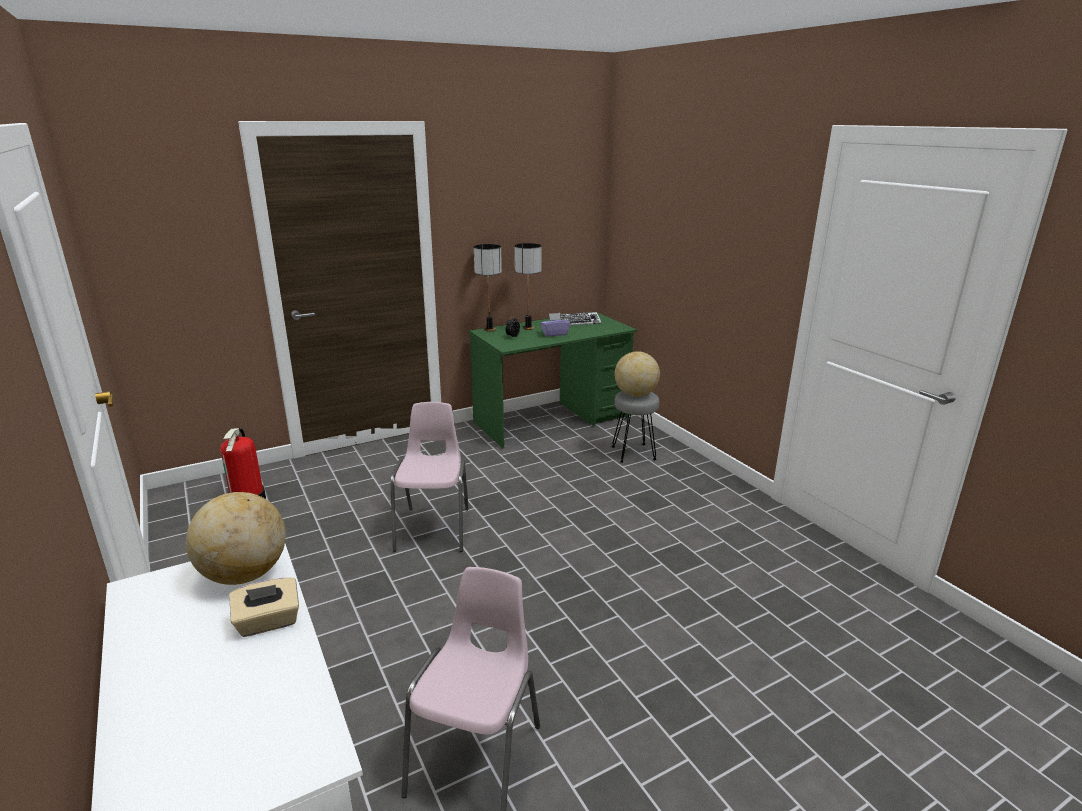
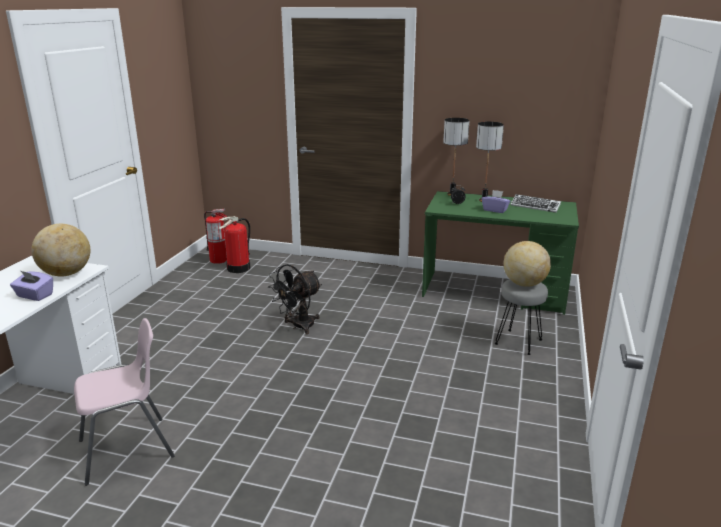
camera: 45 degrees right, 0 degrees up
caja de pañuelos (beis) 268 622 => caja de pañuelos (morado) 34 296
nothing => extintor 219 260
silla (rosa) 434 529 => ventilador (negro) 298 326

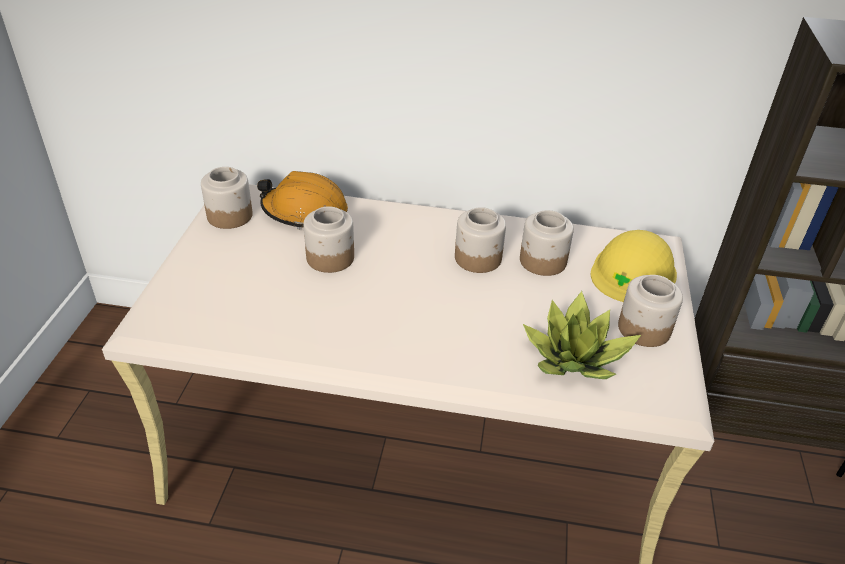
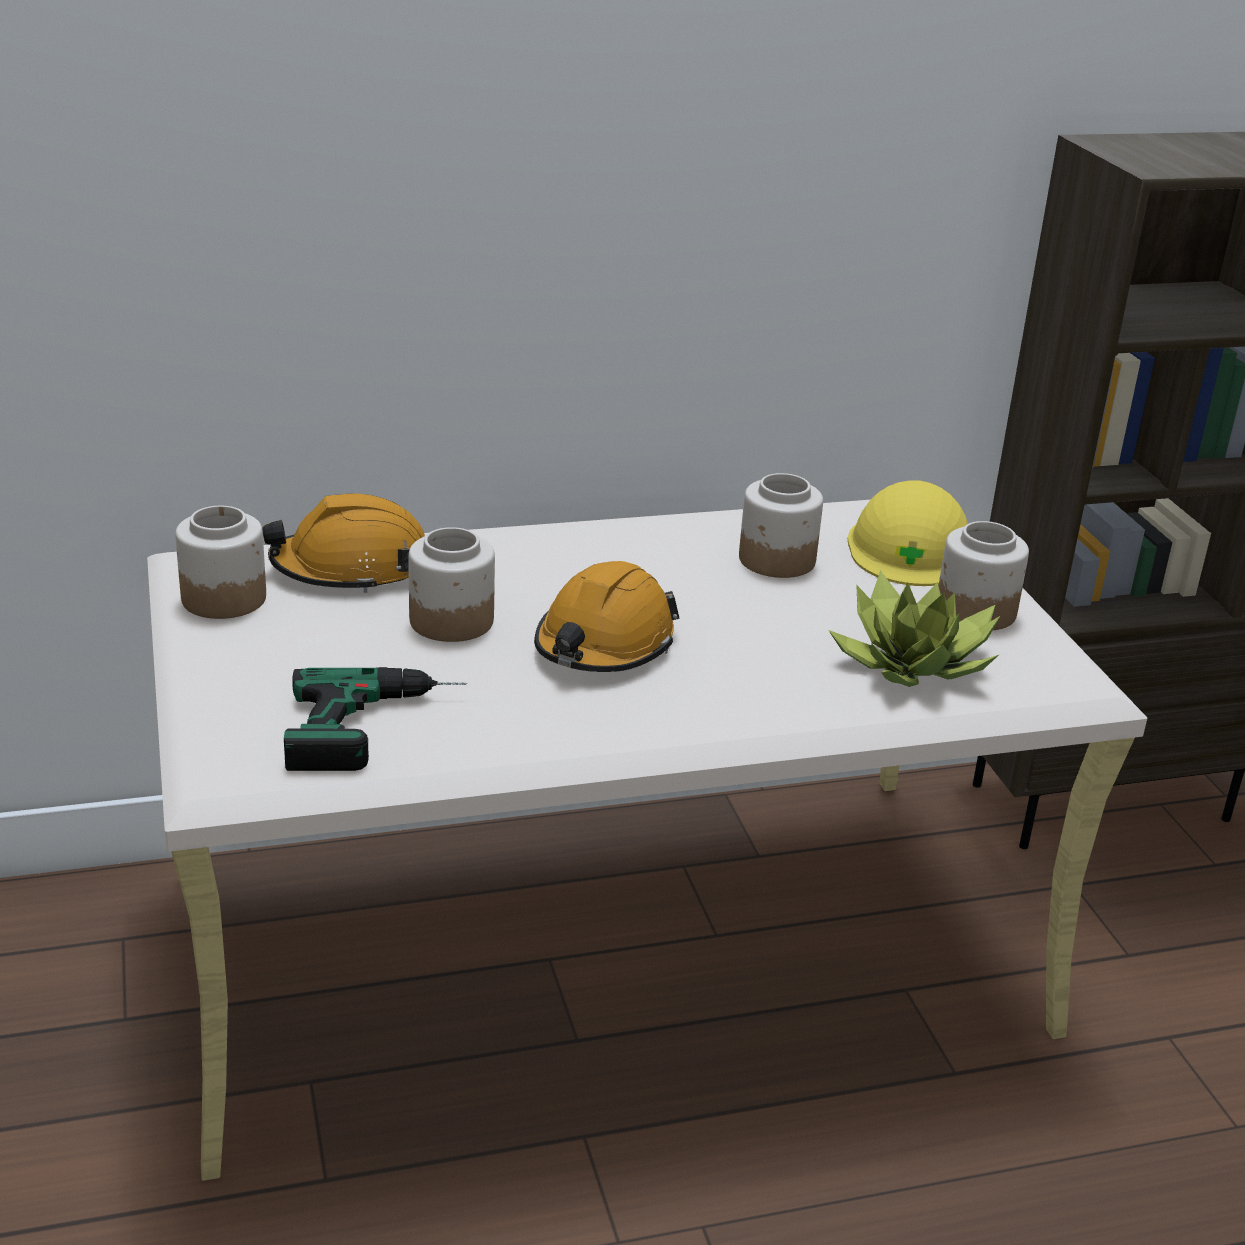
camera: 25 degrees left, 10 degrees down
nothing => taladro 377 727
nothing => casco (naranja) 604 645
tarro 478 258 => nothing

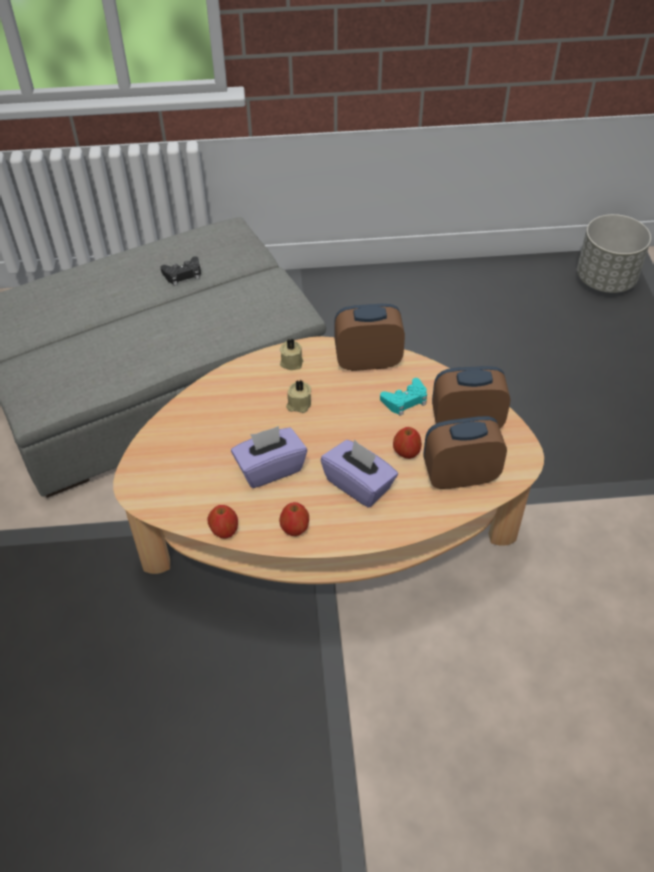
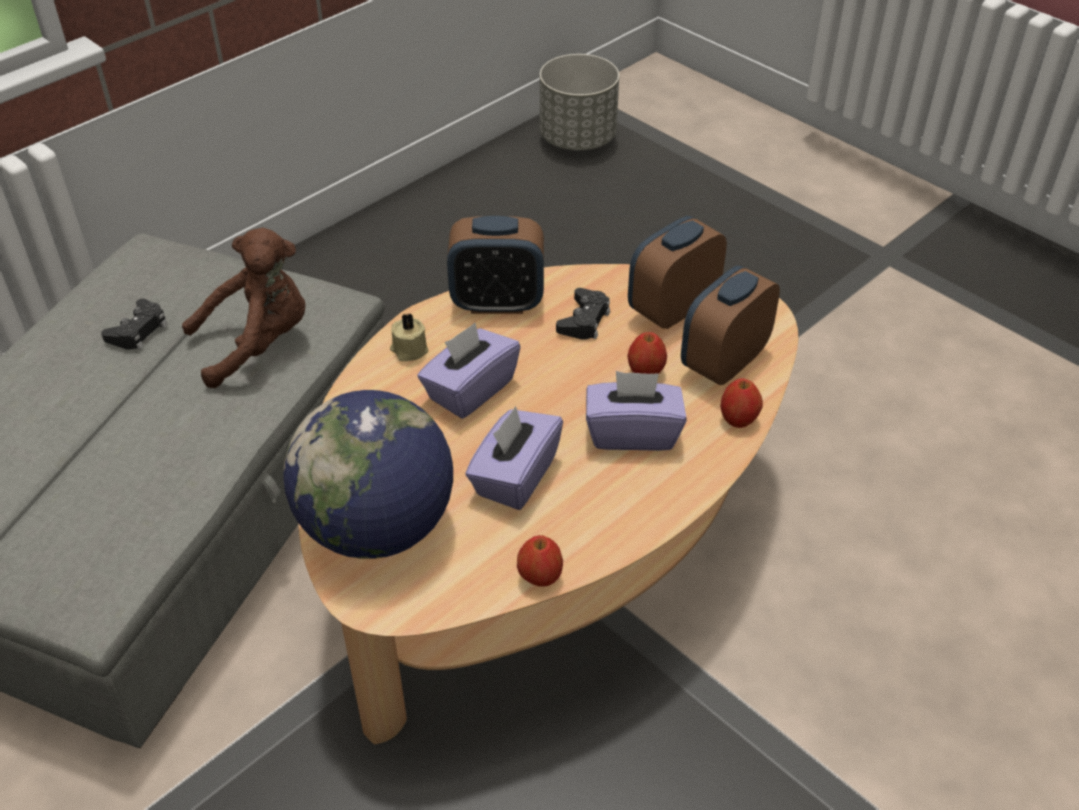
camera: 40 degrees left, 5 degrees down
nothing => peluche (marrón) 258 343
nothing => globo terráqueo 377 527
vela (beis) 298 404 => caja de pañuelos (morado) 470 390
despertador 367 361 => despertador 497 302, 135 degrees counterclockwise
mando de consola (turquesa) 405 400 => mando de consola (negro) 584 320
manzana 295 529 => manzana 738 419, moved

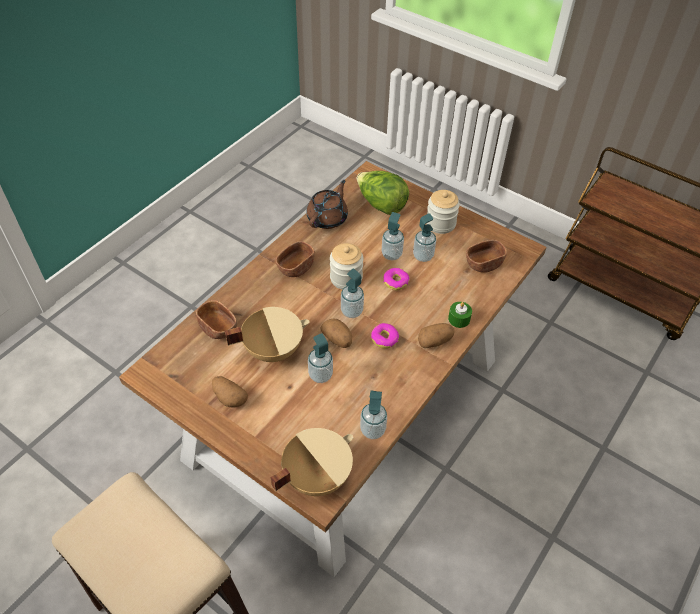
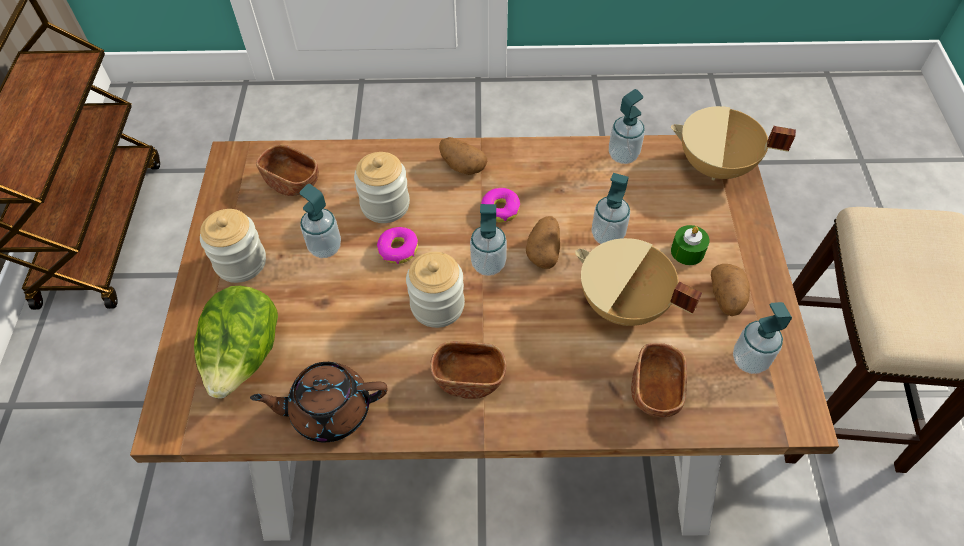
camera: 125 degrees left, 5 degrees up
nothing => tarro 385 205
vela (verde) 459 319 => vela (verde) 687 251, moved
dispensador de jabón 391 254 => dispensador de jabón 749 360, moved

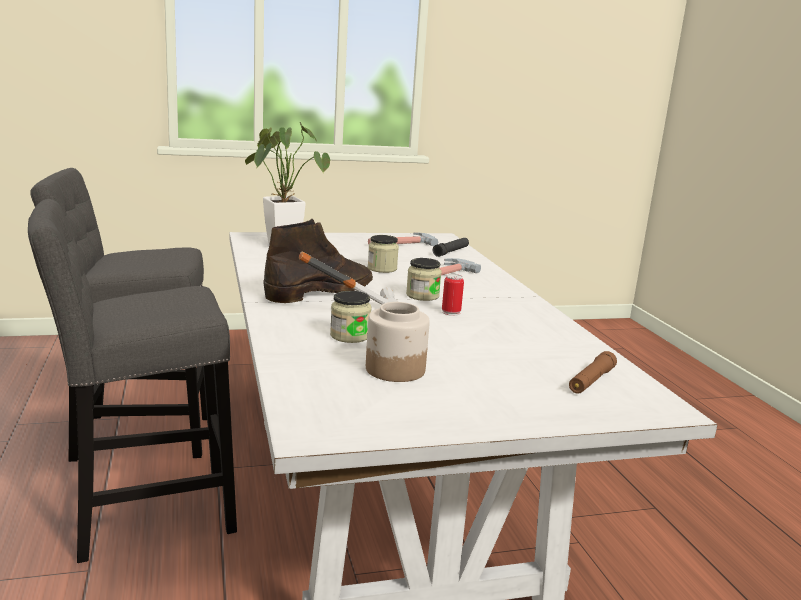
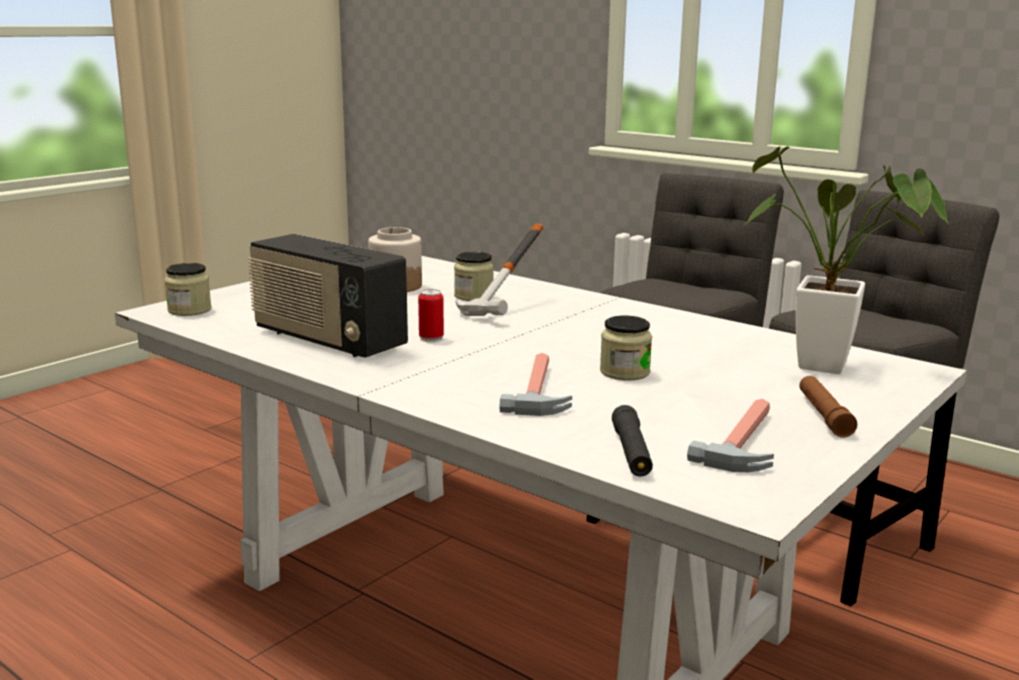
camera: 145 degrees right, 0 degrees up
tarro 422 295 => tarro 189 310, moved
nothing => radio 327 340
linterna (marrón) 591 381 => linterna (marrón) 824 415, moved
bota (marrón) 321 291 => nothing

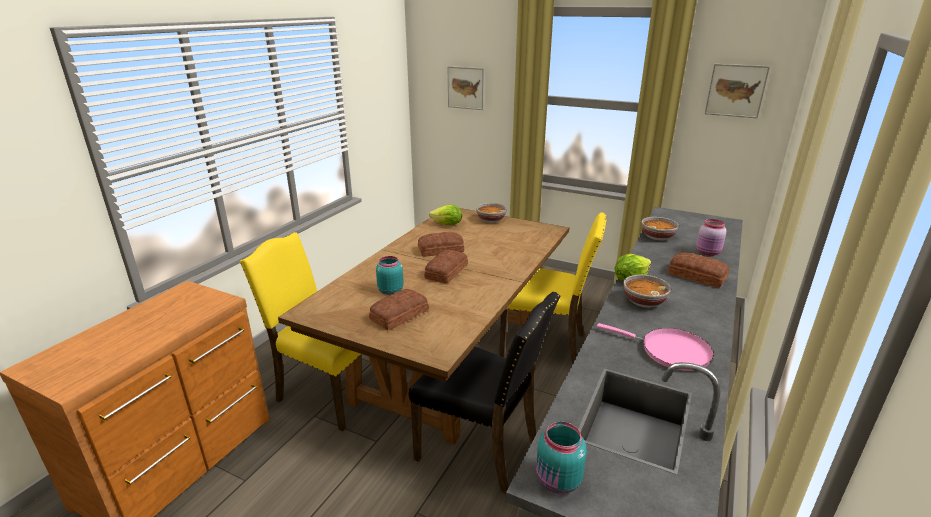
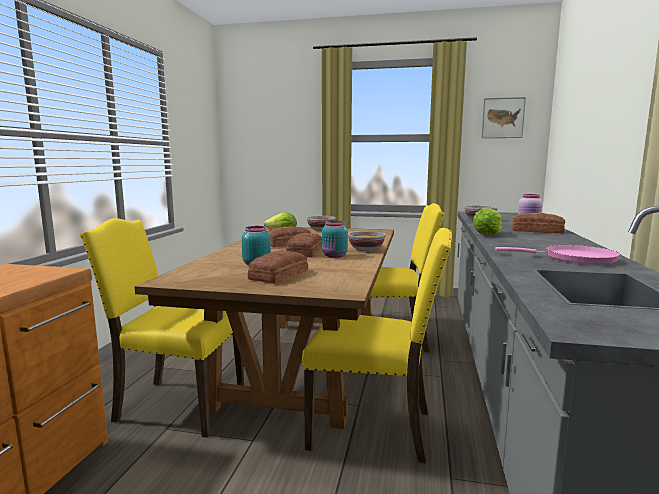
camera: 15 degrees left, 15 degrees down
silla (negro) 481 449 => silla (amarillo) 374 428
tarro (turquesa) 558 481 => tarro (turquesa) 334 256, moved
cuenco 643 301 => cuenco 365 249, moved
cuadro 466 88 => nothing

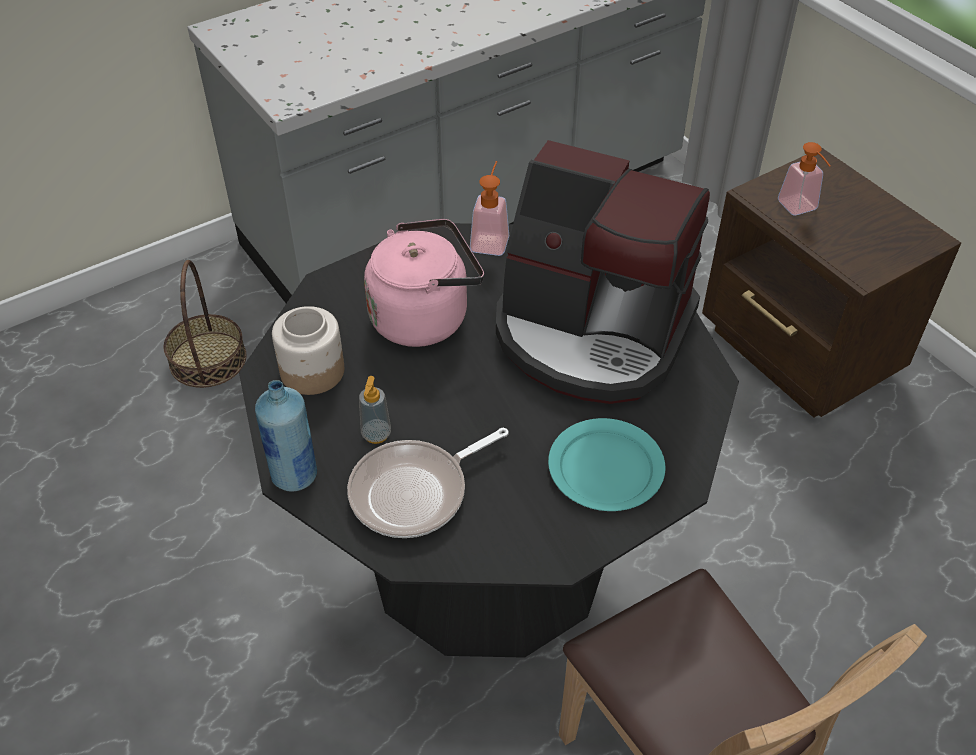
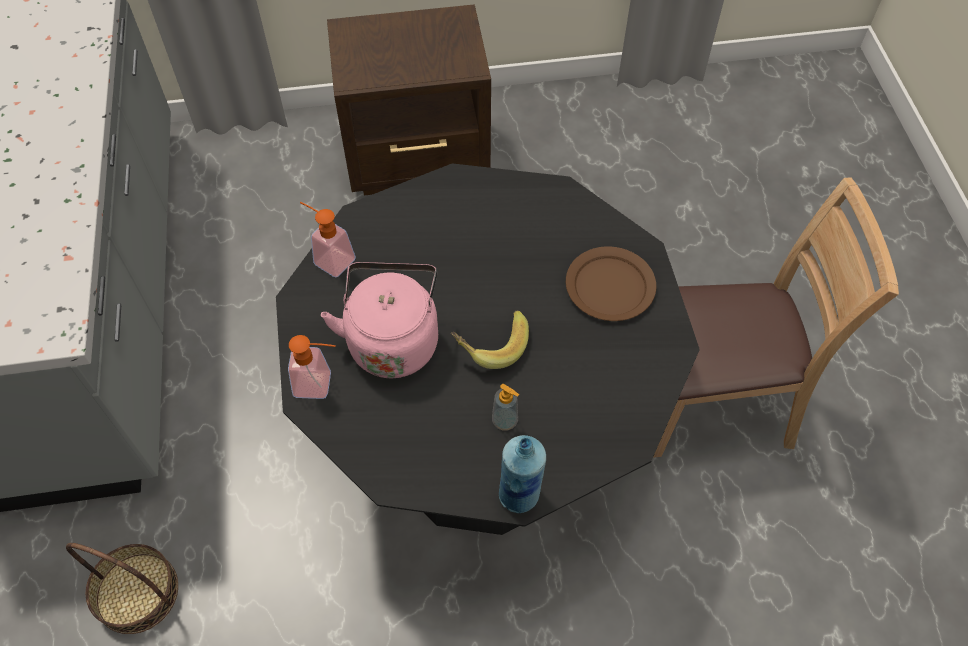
camera: 65 degrees left, 10 degrees up
dispensador de jabón 801 209 => dispensador de jabón 320 384, moved
nothing => plátano 490 344
plato (turquesa) 605 469 => plato (marrón) 610 287
tarro 312 372 => nothing
sartén 415 492 => nothing
cafetera 592 333 => nothing

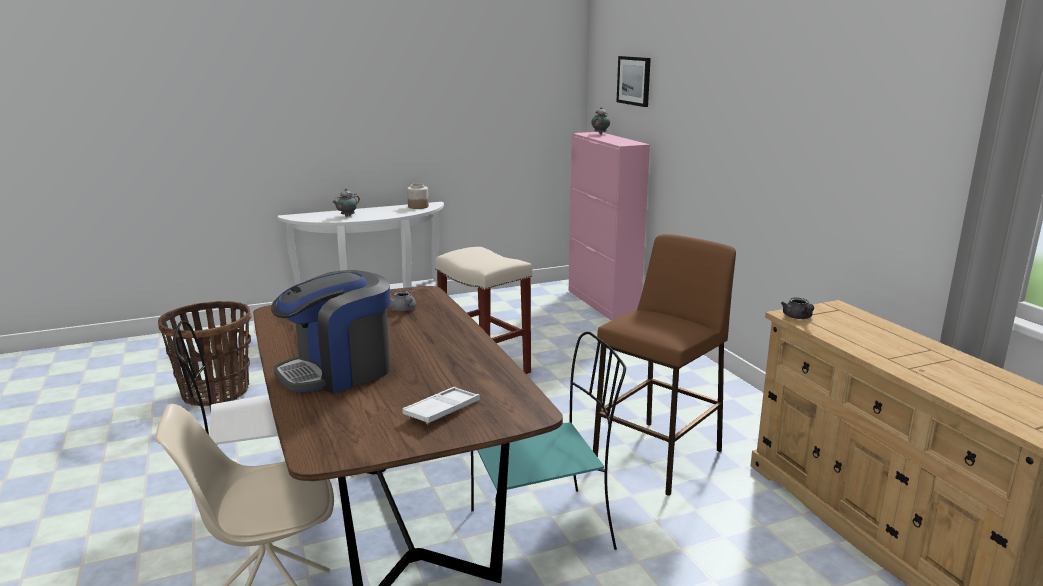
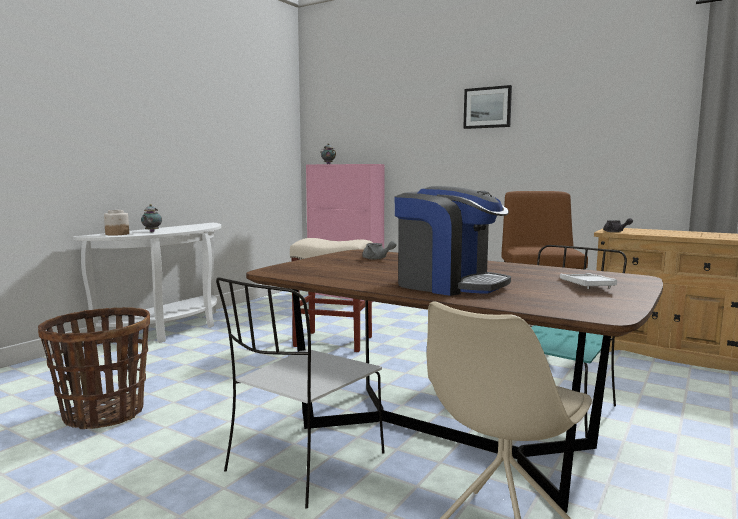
camera: 35 degrees left, 10 degrees down
tarro 418 206 => tarro 117 234, moved
cafetera 338 371 => cafetera 448 285, 75 degrees counterclockwise
cuadro 634 80 => cuadro 487 107, moved

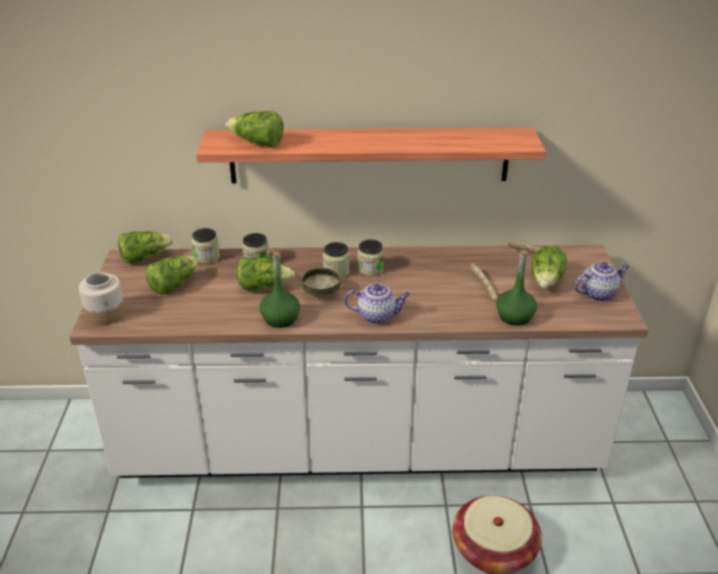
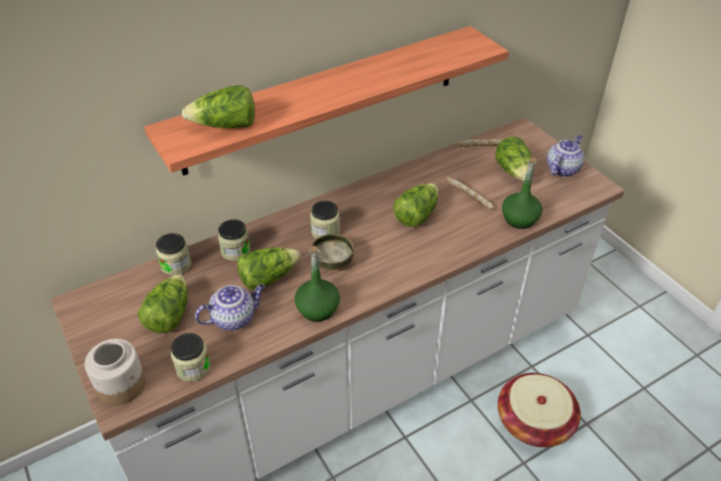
camera: 30 degrees left, 10 degrees up
tarro 370 269 => tarro 193 368, moved
tetera 377 316 => tetera 234 318, moved
lechuga 145 257 => lechuga 416 214, moved

